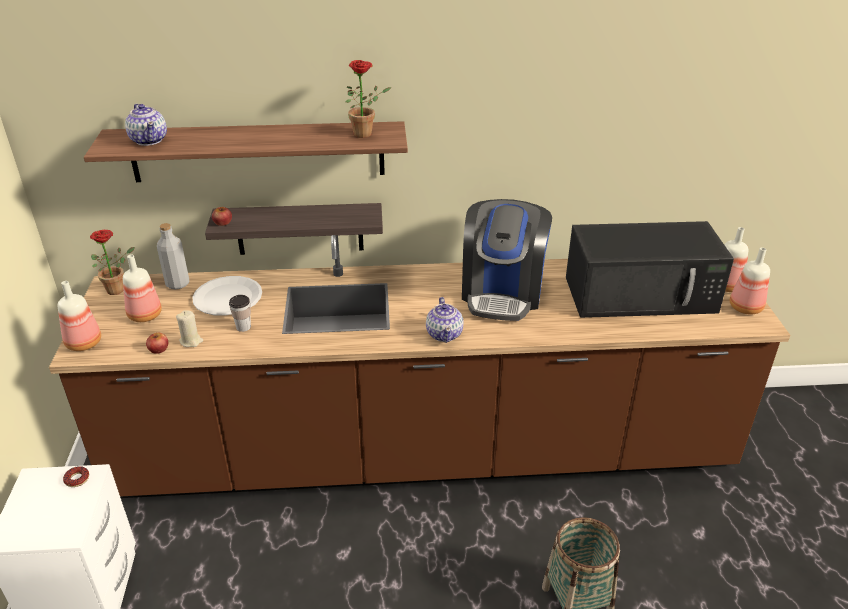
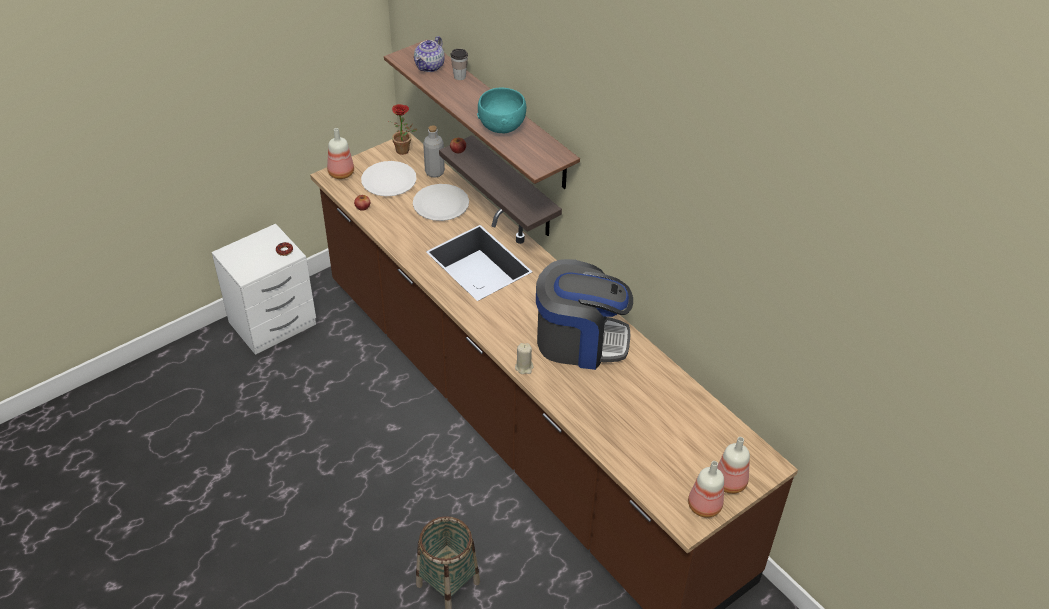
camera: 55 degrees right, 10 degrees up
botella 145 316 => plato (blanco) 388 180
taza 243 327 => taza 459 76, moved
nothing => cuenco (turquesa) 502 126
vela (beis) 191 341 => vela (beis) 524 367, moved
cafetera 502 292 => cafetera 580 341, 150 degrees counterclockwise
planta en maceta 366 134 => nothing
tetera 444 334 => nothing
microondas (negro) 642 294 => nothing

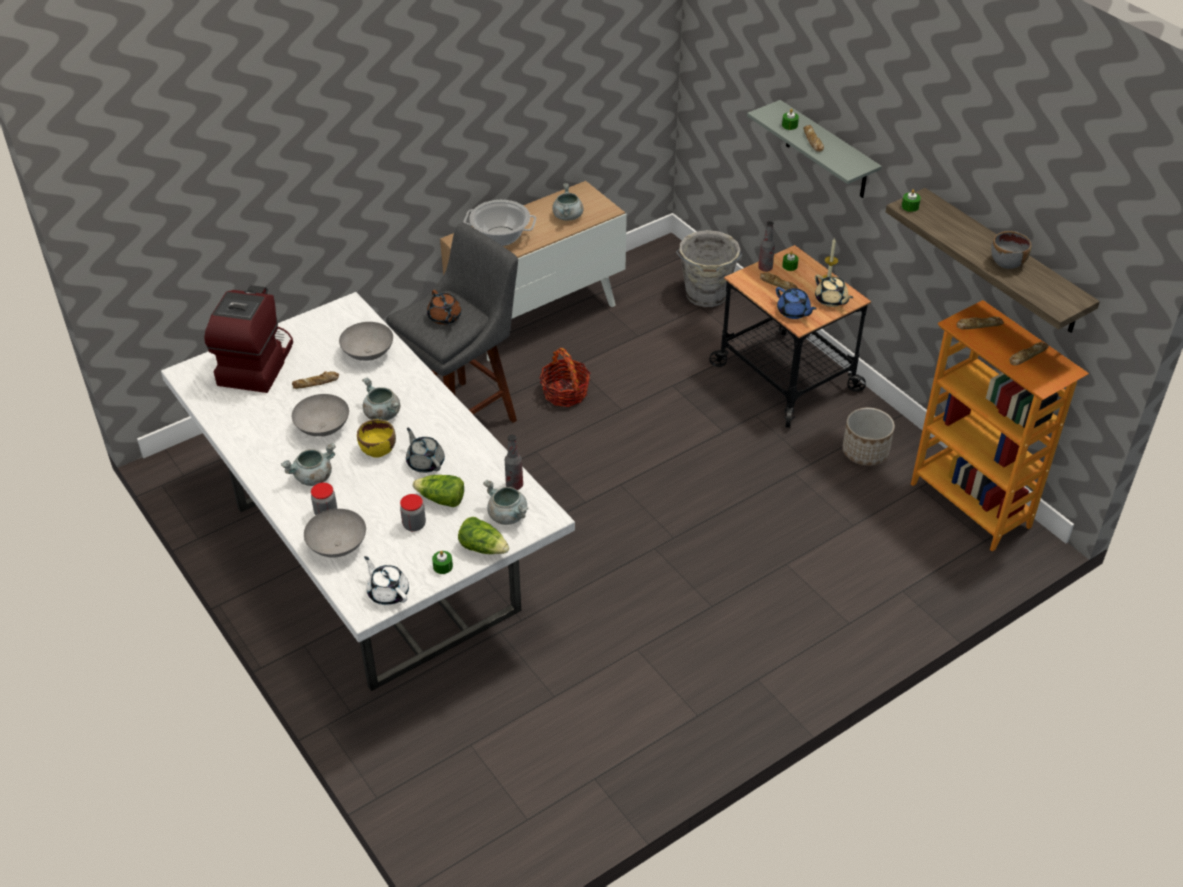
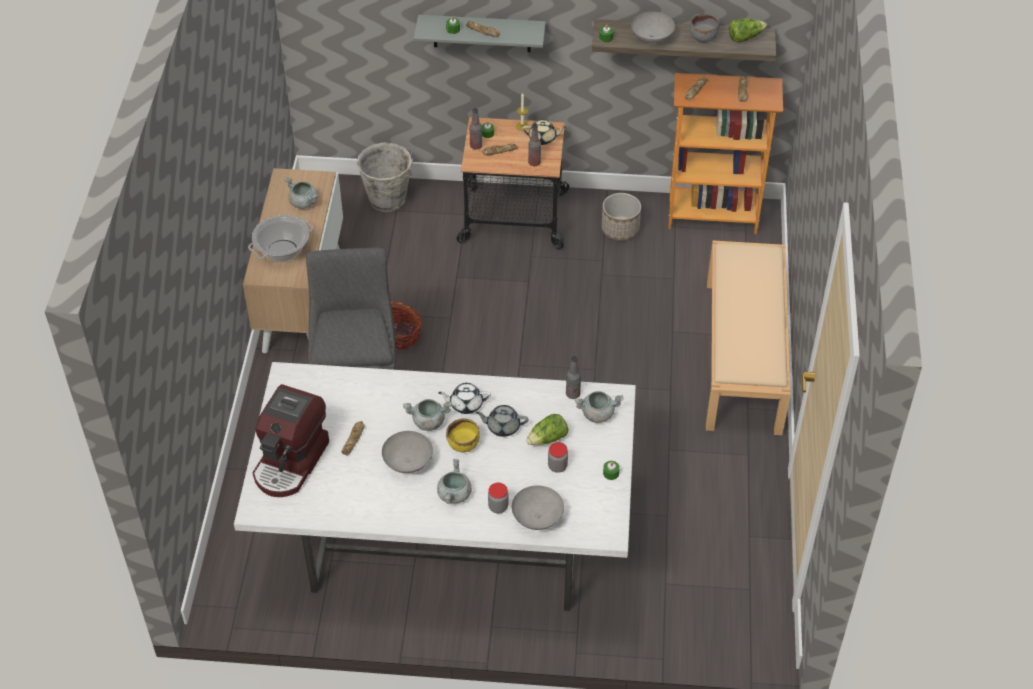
camera: 50 degrees left, 5 degrees up
cafetera 256 363 => cafetera 291 462, 120 degrees counterclockwise
tetera (blanco) 388 592 => tetera (blanco) 465 404, moved
tetera (azul) 793 312 => botella 534 163
cuenco (gris) 368 354 => cuenco (gris) 652 38, moved
nothing => banco (beis) 744 356
lechuga 483 547 => lechuga 745 37, moved
tetera (marrón) 444 317 => nothing

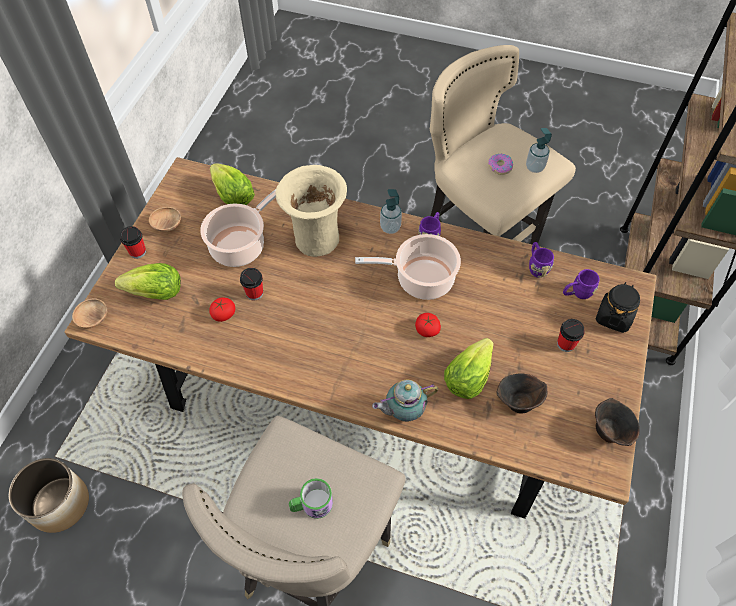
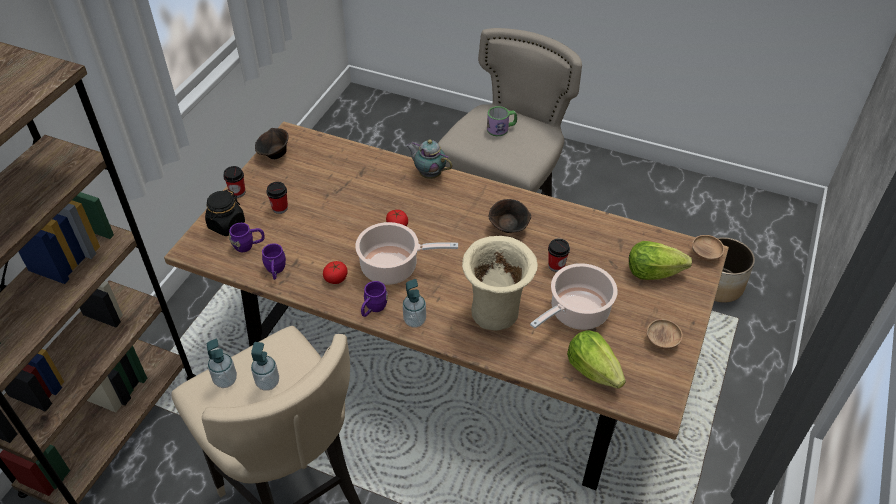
camera: 175 degrees left, 10 degrees down
taza 138 252 => taza 237 192, moved
rosquilla 500 167 => dispensador de jabón 268 382
tomate 223 314 => tomate 336 278, moved
tetera 403 411 => tetera 429 174, 135 degrees counterclockwise
cuenco (marrón) 517 401 => cuenco (marrón) 509 228, moved
lechuga 467 378 => nothing

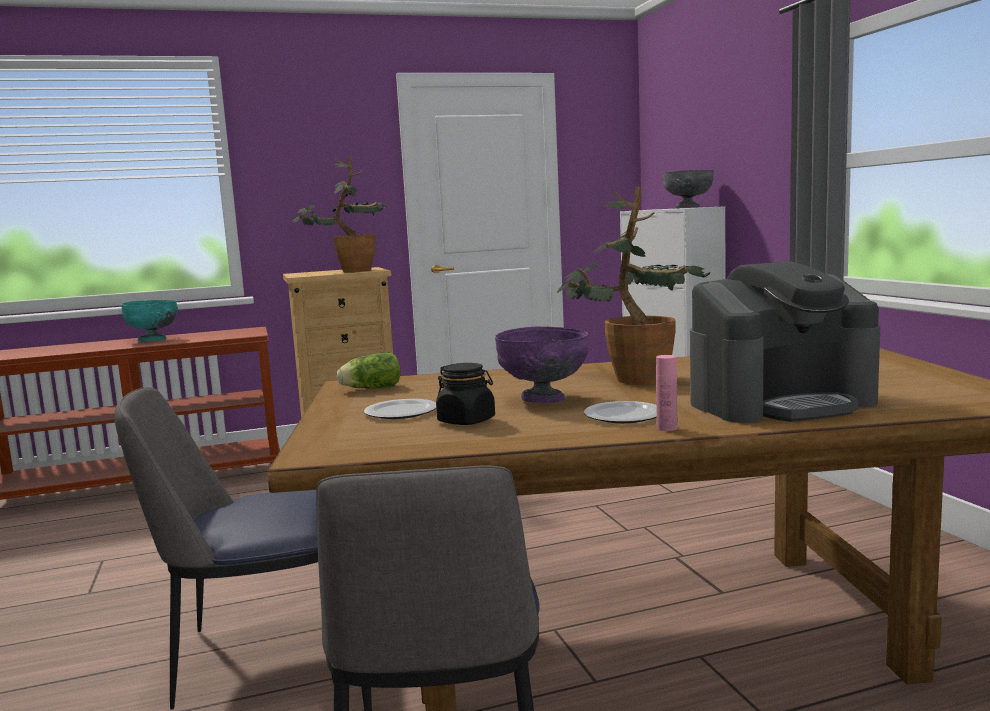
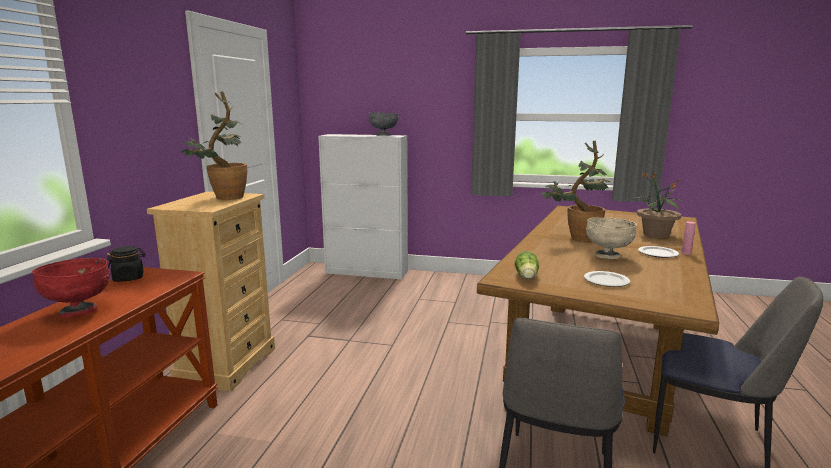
camera: 60 degrees left, 5 degrees up
cuenco (turquesa) 153 340 => cuenco (rojo) 80 311
tarro (negro) 466 421 => tarro (negro) 129 278, moved
cuenco (morado) 543 399 => cuenco (beis) 608 256
cafetera 780 402 => planta en maceta 655 234

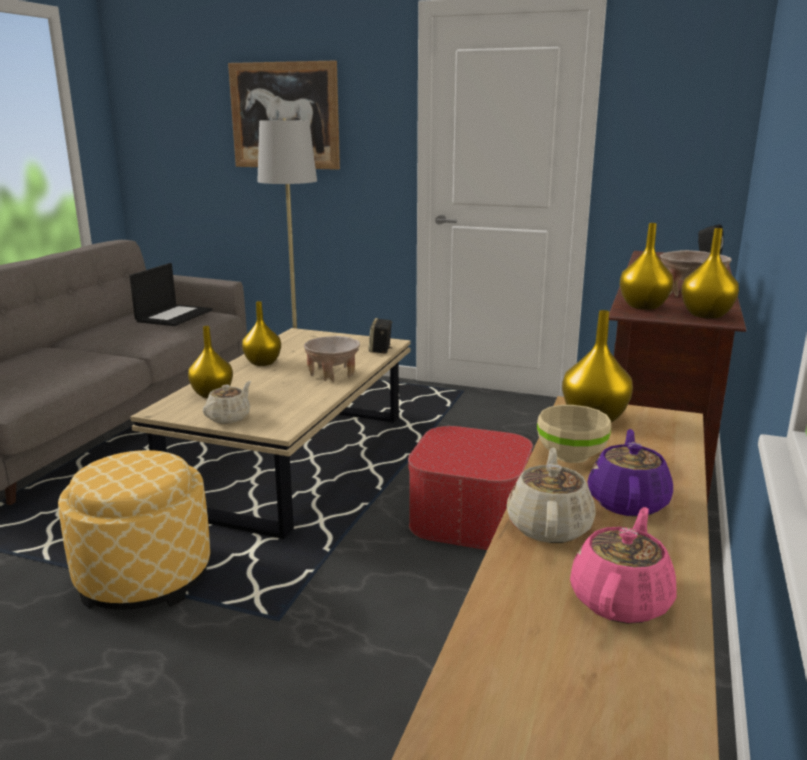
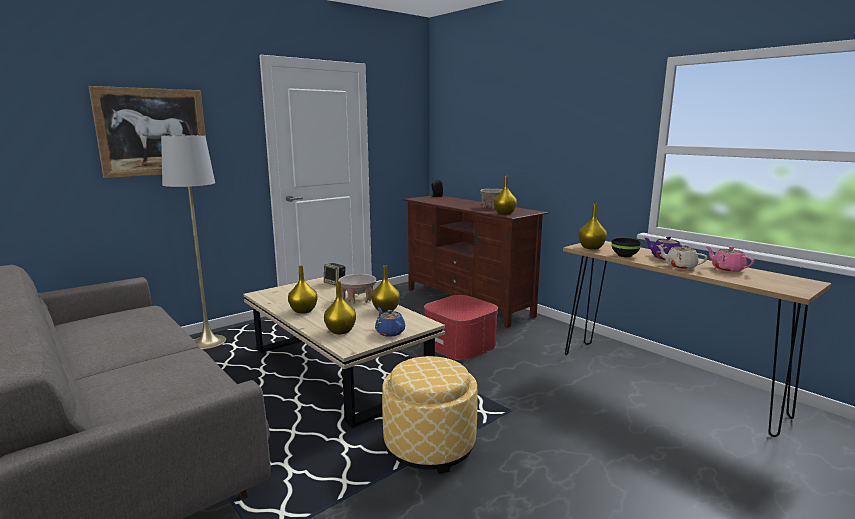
camera: 60 degrees left, 5 degrees down
florero (amarillo) 707 315 => florero (amarillo) 386 309, moved
tetera (beis) 229 417 => tetera (azul) 390 332
cuenco (beis) 570 455 => cuenco (negro) 624 255
portátil 174 315 => nothing

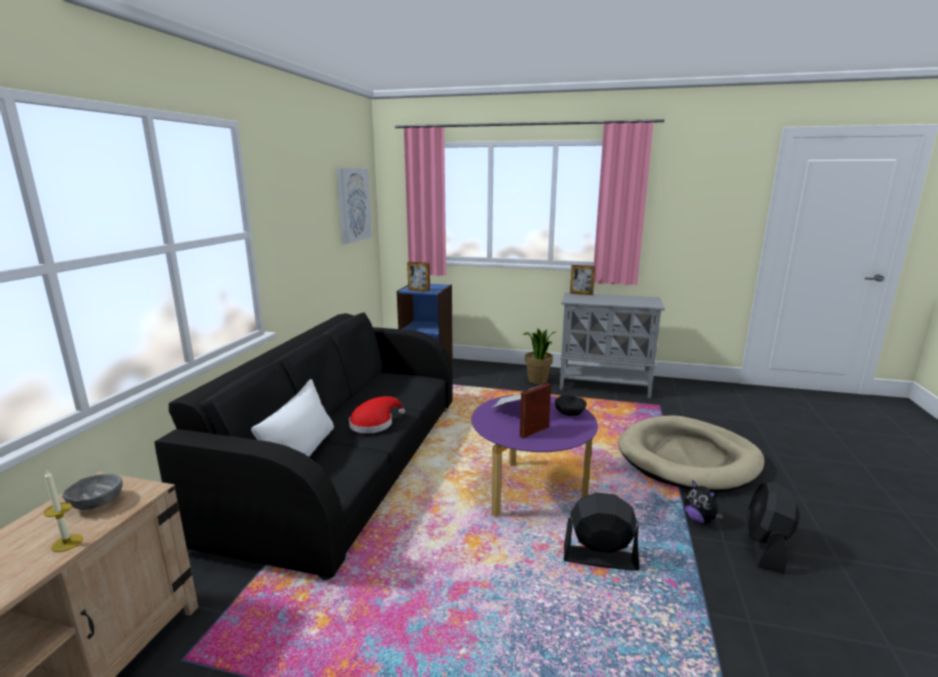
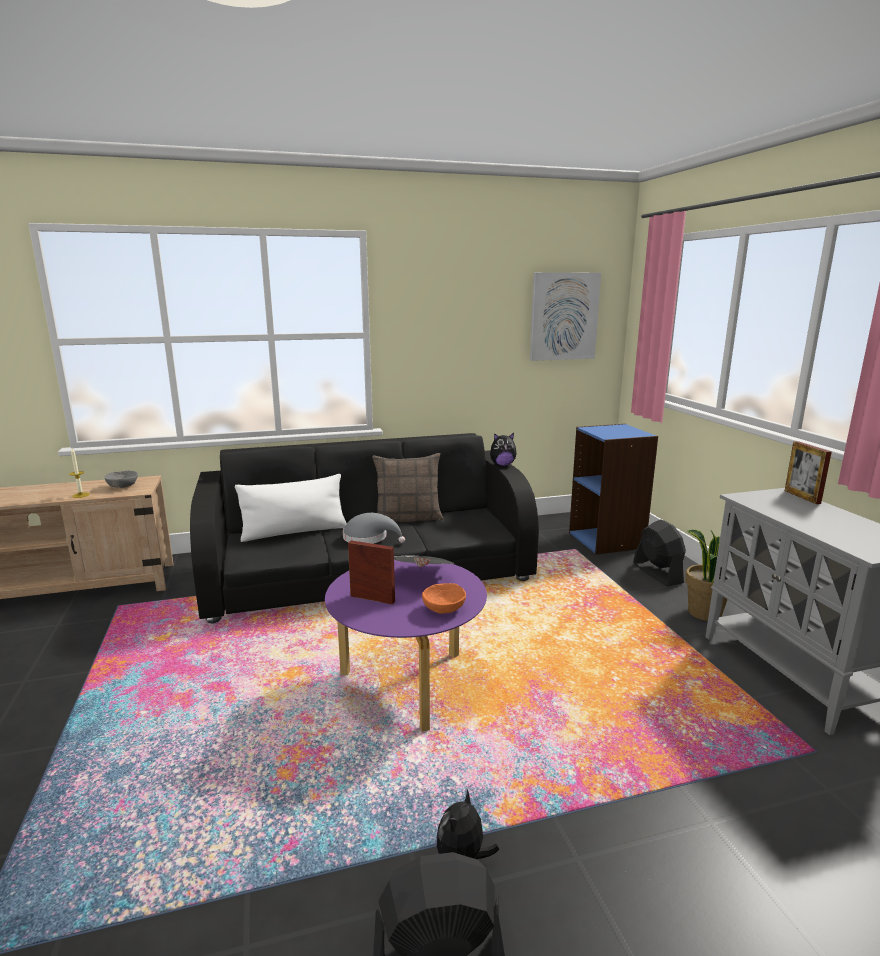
camera: 60 degrees right, 0 degrees up
sombrero (rojo) 374 423 => sombrero (gris) 369 538
nothing => cojín 408 518
cuenco (negro) 569 413 => cuenco (naranja) 444 609
nothing => peluche 502 465
ventilador (negro) 599 558 => ventilador (negro) 657 573, moved
portarretratos 419 290 => nothing
cama para perro (beis) 688 458 => nothing

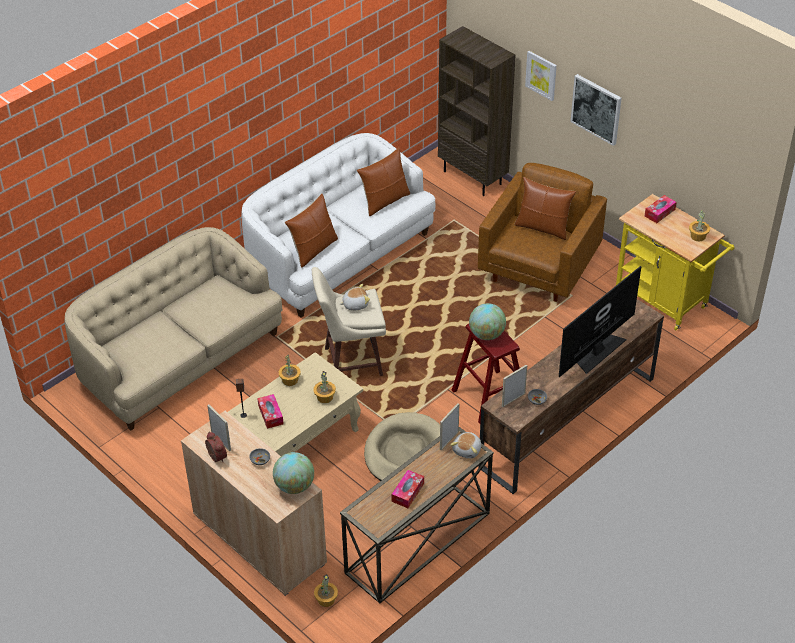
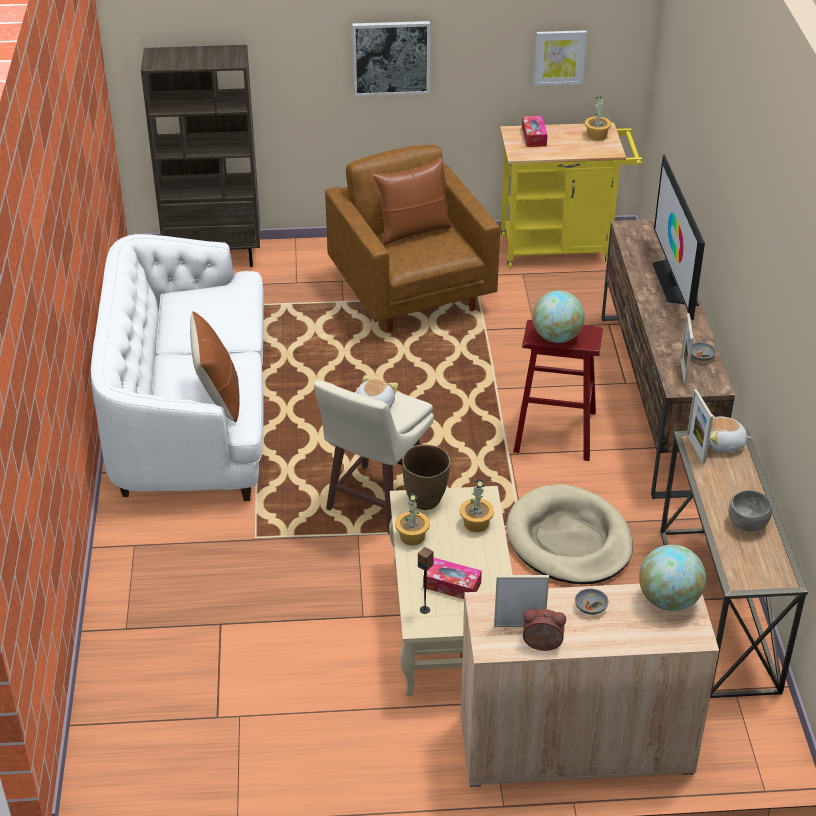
camera: 50 degrees left, 5 degrees down
nothing => florero (marrón) 426 501
cuadro 541 75 => cuadro 559 57, moved
peluche 467 450 => peluche 724 444, 120 degrees clockwise
caja de pañuelos 408 492 => cuenco (gris) 746 524
sofá (beis) 179 359 => nothing
planta en maceta 326 599 => nothing
cojín (marrón) 384 201 => nothing

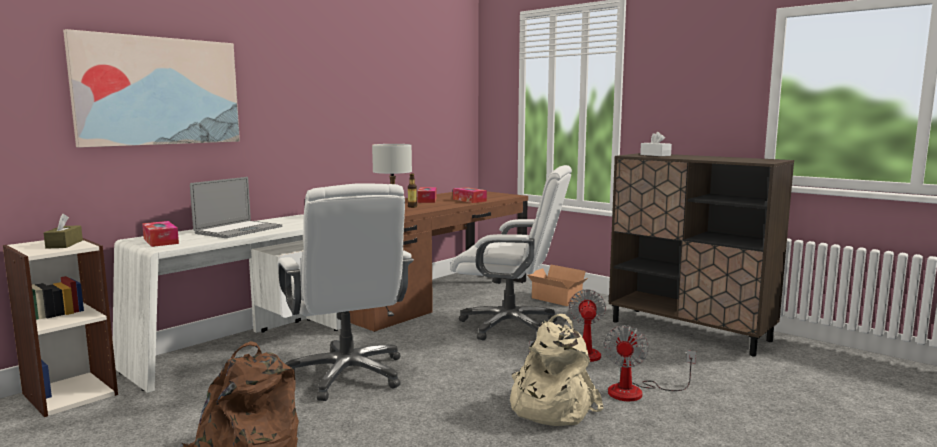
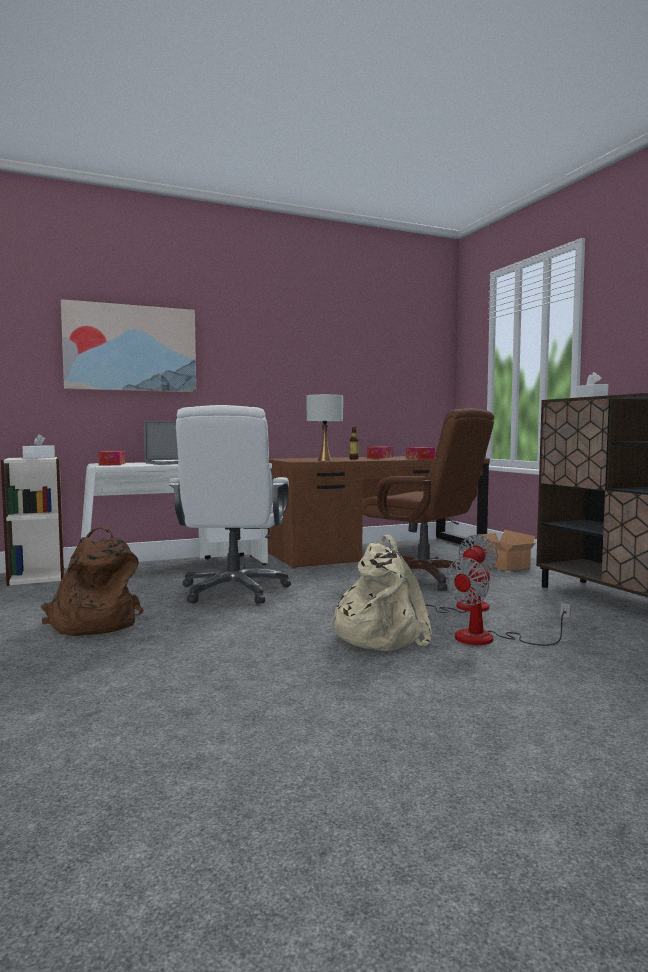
camera: 25 degrees right, 5 degrees down
caja de pañuelos (marrón) 64 244 => caja de pañuelos (blanco) 39 458
silla de oficina (blanco) 510 326 => silla de oficina (marrón) 424 578

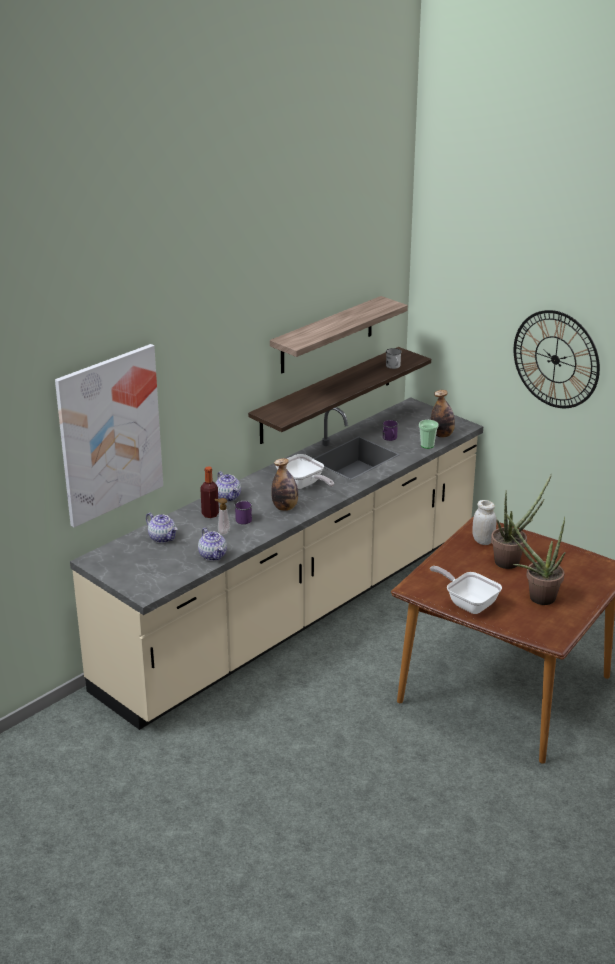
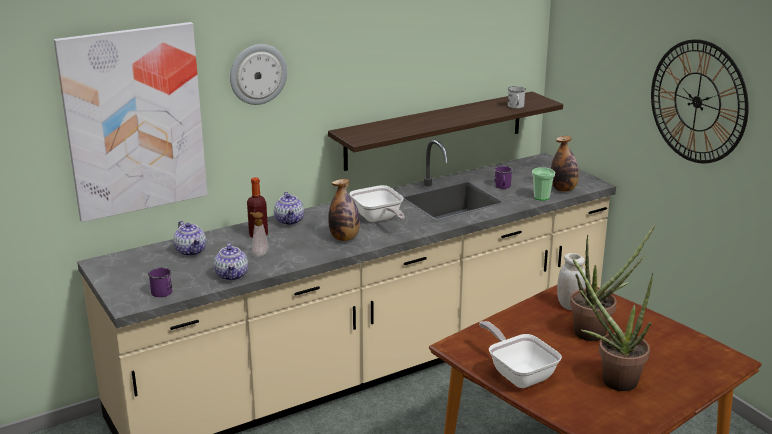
camera: 15 degrees right, 5 degrees down
taza grande (morado) 242 519 => taza grande (morado) 162 290, moved
nothing => reloj de pared 258 74
estante 327 335 => nothing

